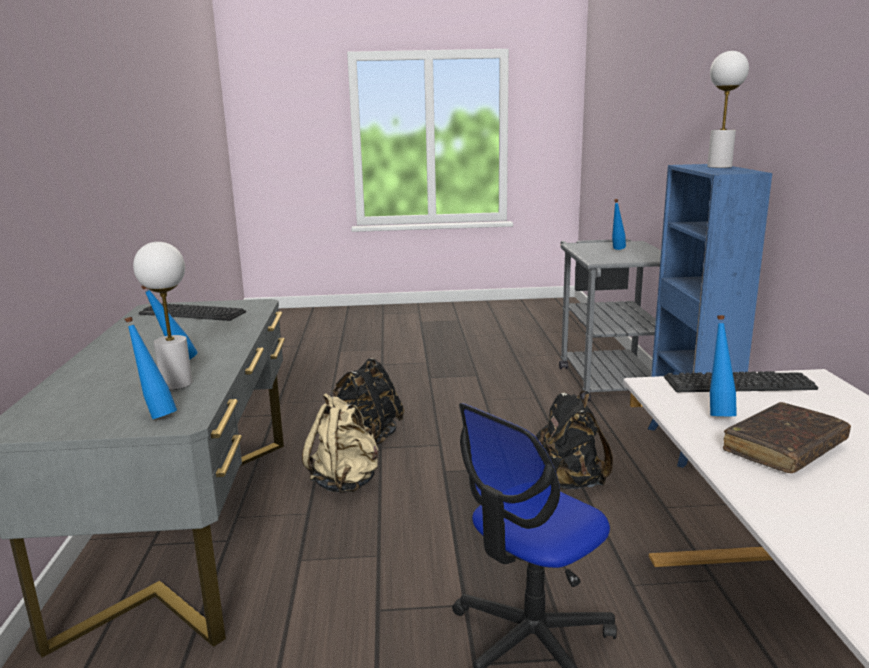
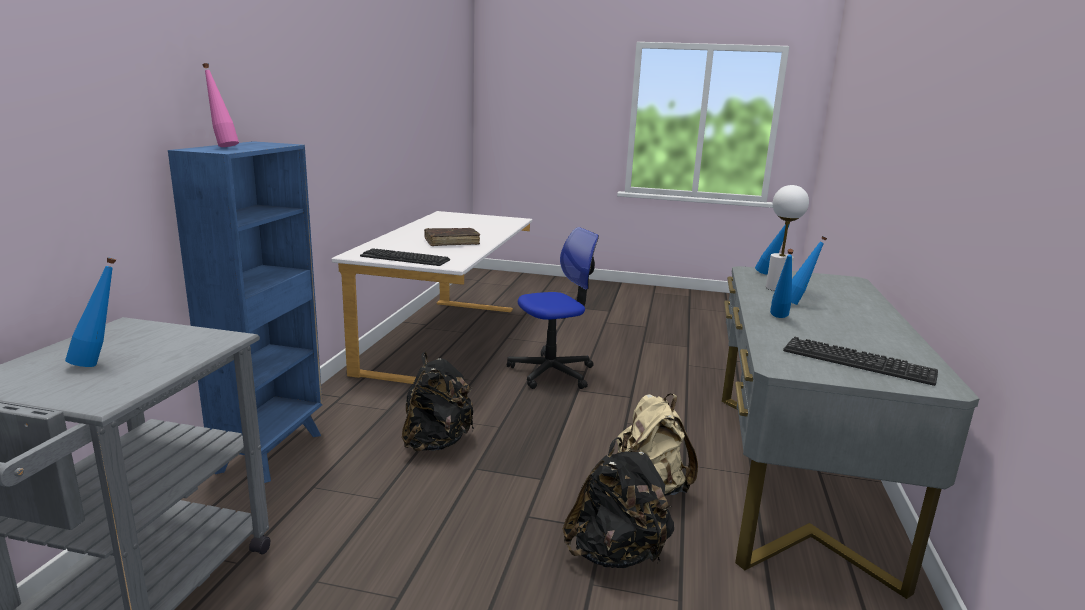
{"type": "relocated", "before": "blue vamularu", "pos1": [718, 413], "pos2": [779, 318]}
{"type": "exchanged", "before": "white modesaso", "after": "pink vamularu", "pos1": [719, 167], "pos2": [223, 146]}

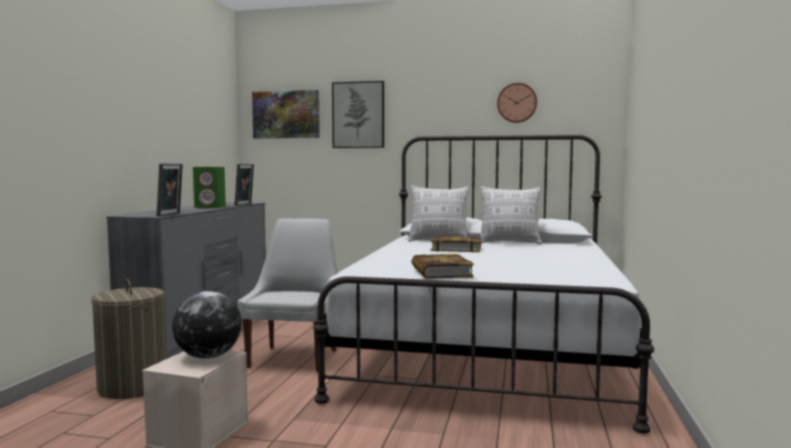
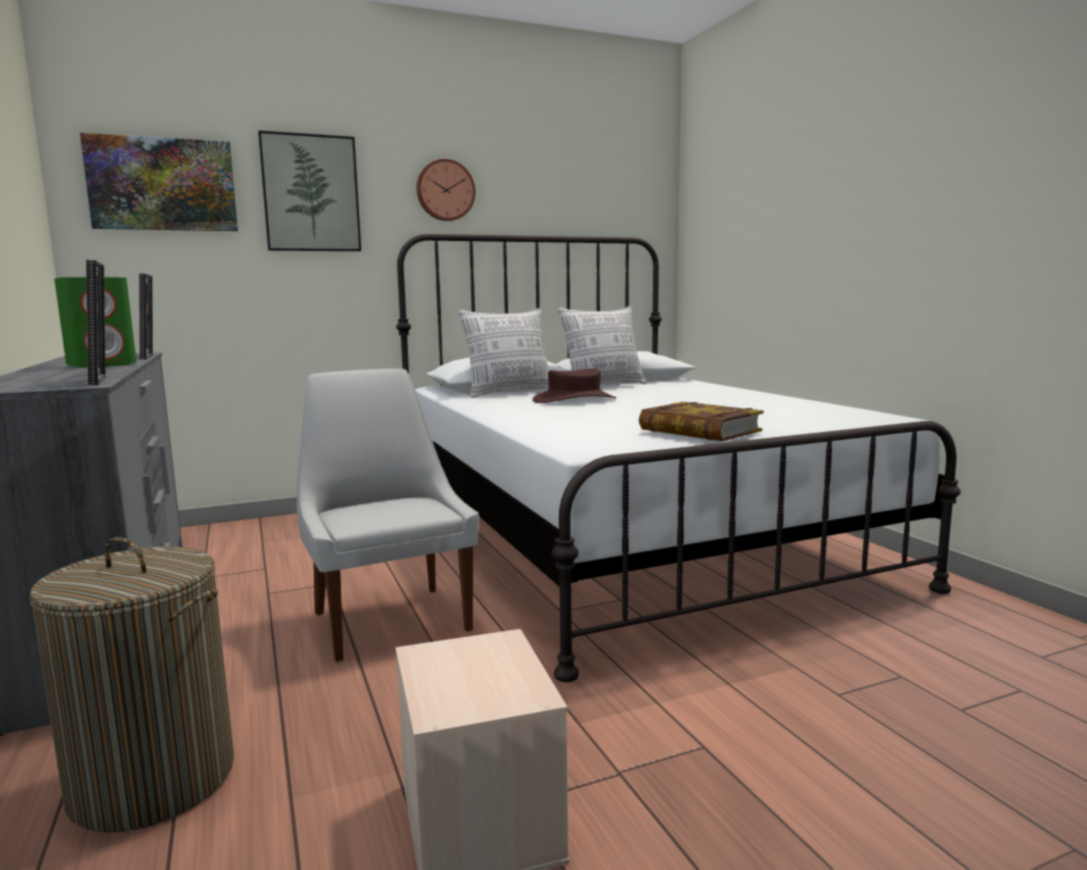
{"type": "missing", "before": "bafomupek", "pos1": [209, 356]}
{"type": "relocated", "before": "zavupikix", "pos1": [517, 103], "pos2": [445, 190]}
{"type": "exchanged", "before": "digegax", "after": "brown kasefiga", "pos1": [456, 249], "pos2": [574, 400]}

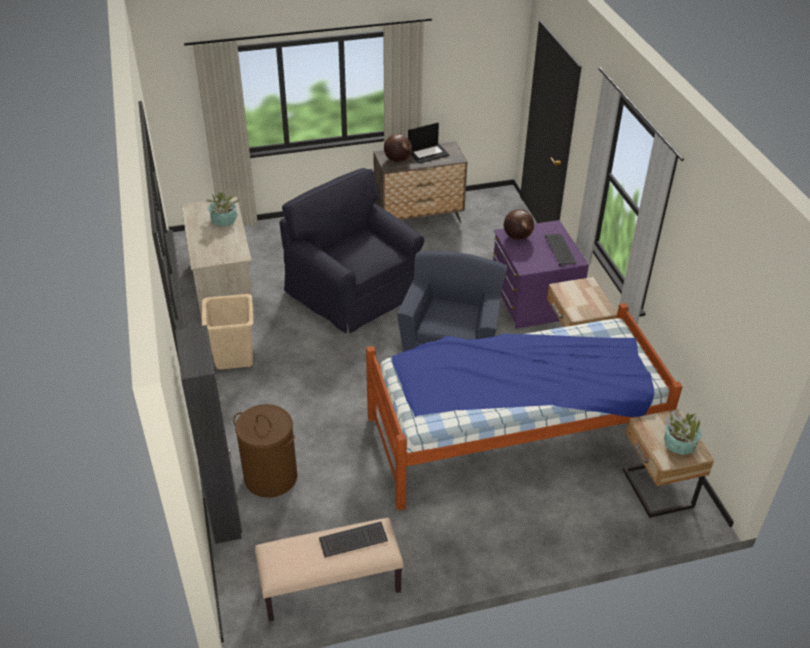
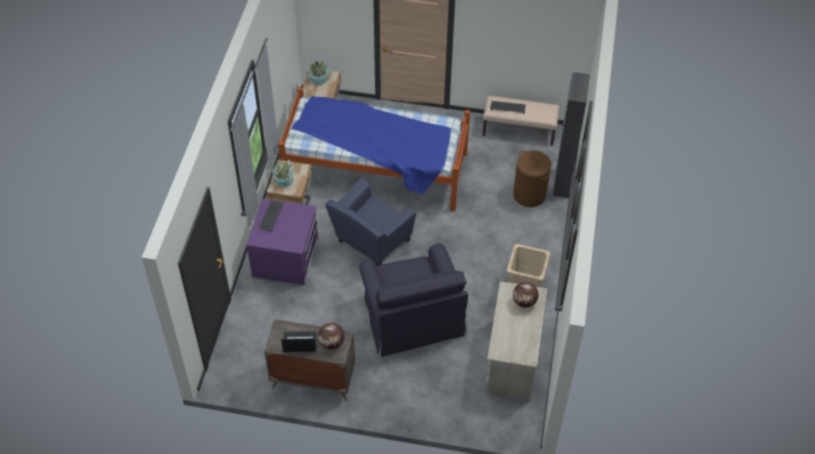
{"type": "relocated", "before": "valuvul", "pos1": [224, 220], "pos2": [284, 180]}
{"type": "relocated", "before": "bafomupek", "pos1": [517, 237], "pos2": [524, 302]}

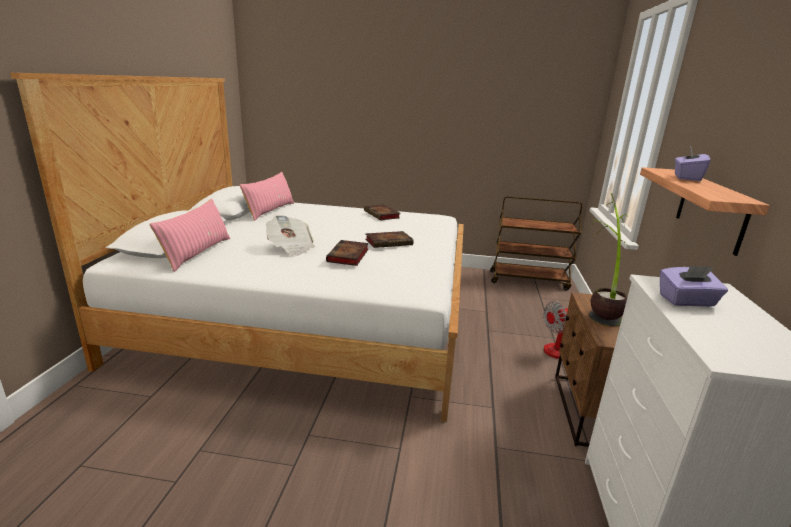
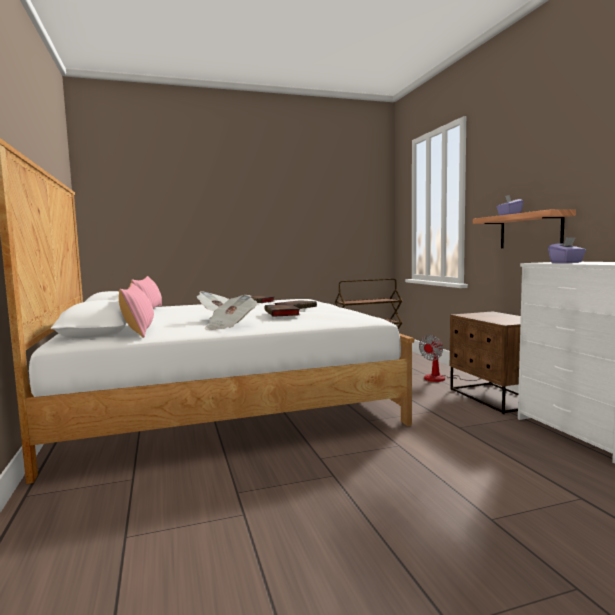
{"type": "missing", "before": "valuvul", "pos1": [601, 309]}
{"type": "appeared", "after": "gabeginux", "pos2": [230, 326]}

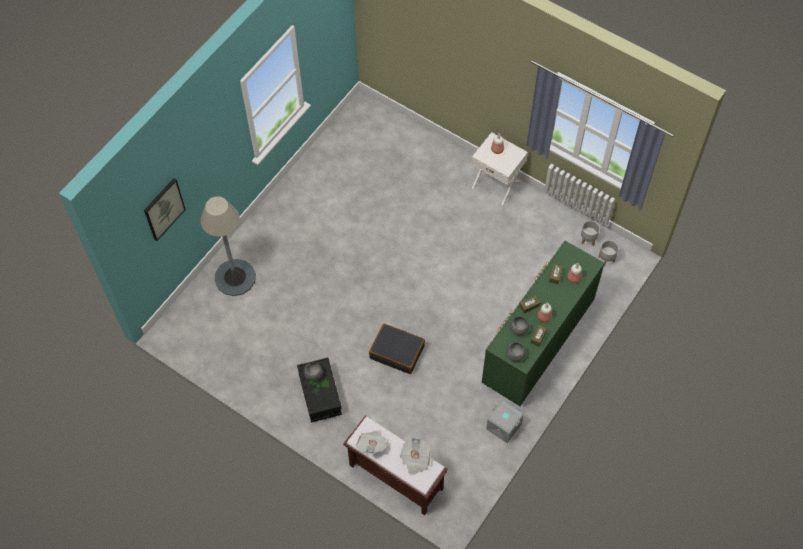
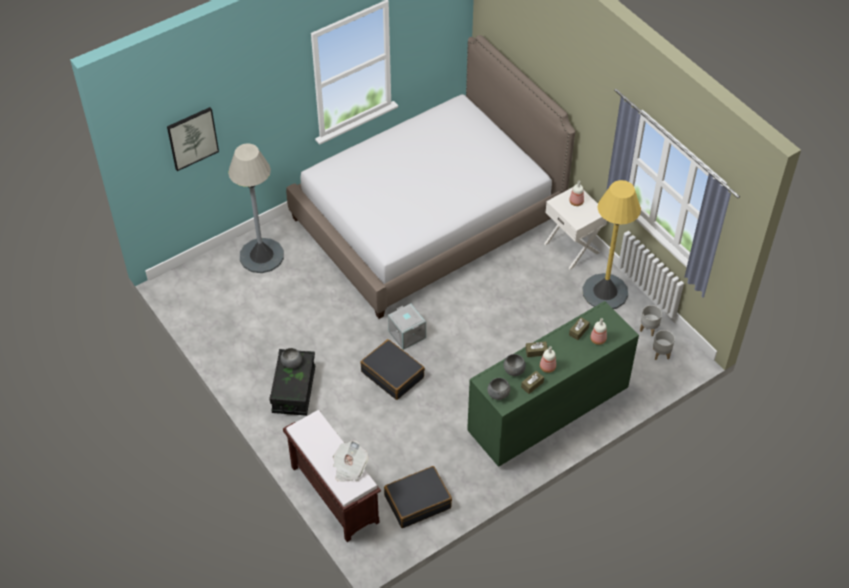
{"type": "missing", "before": "gabeginux", "pos1": [372, 444]}
{"type": "appeared", "after": "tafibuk", "pos2": [428, 219]}
{"type": "appeared", "after": "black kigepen", "pos2": [417, 501]}
{"type": "appeared", "after": "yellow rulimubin", "pos2": [605, 292]}
{"type": "relocated", "before": "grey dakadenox", "pos1": [503, 426], "pos2": [406, 334]}

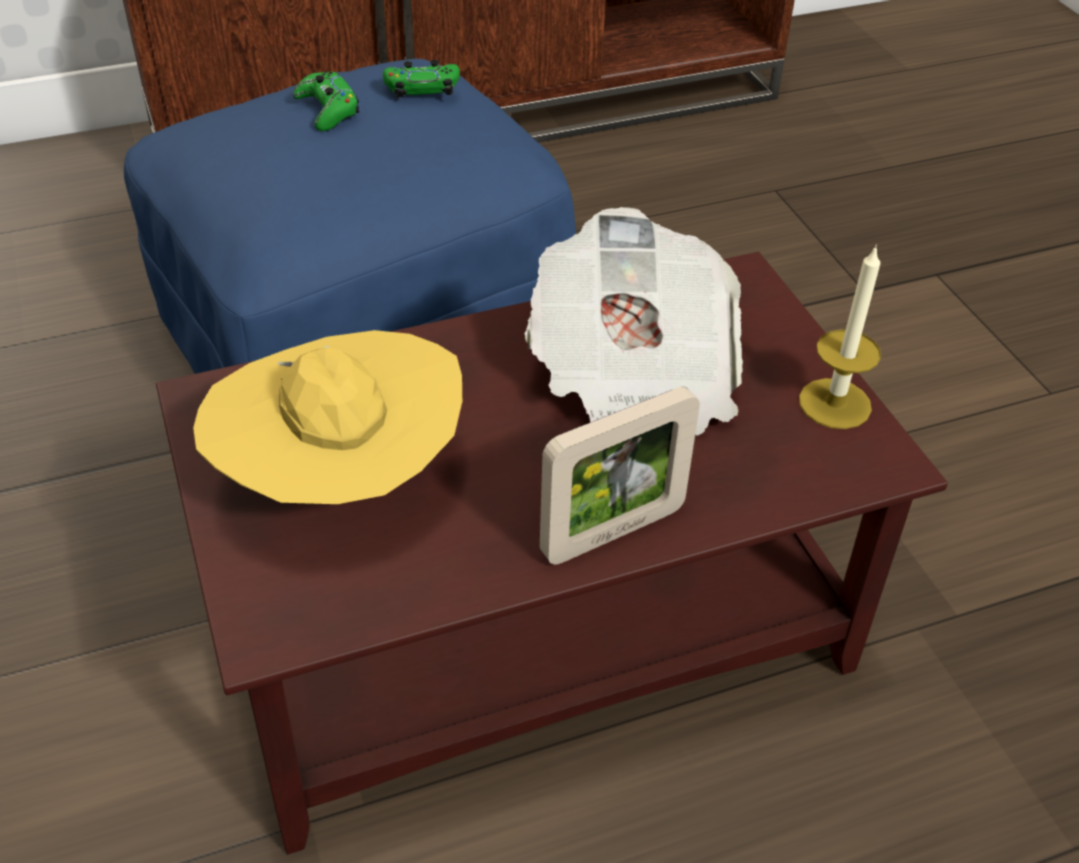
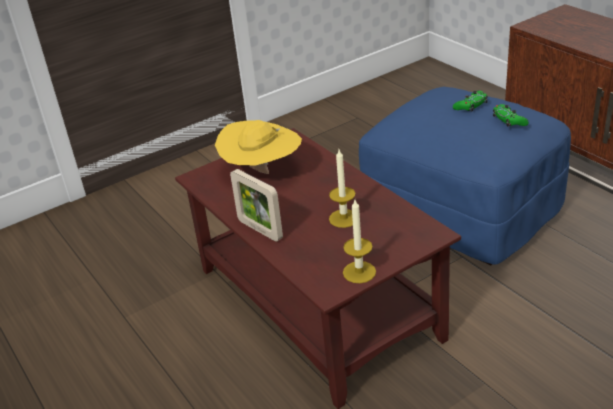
{"type": "exchanged", "before": "gabeginux", "after": "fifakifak", "pos1": [632, 383], "pos2": [344, 218]}

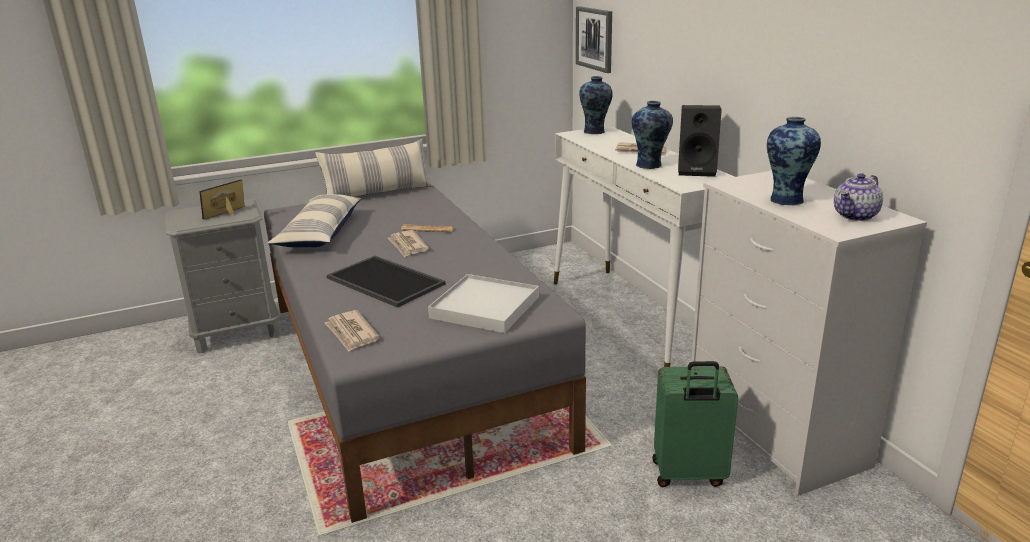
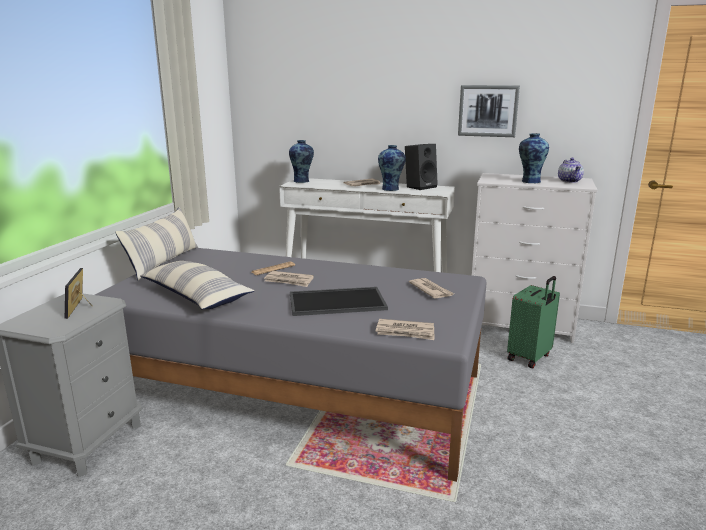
{"type": "relocated", "before": "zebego", "pos1": [595, 38], "pos2": [488, 111]}
{"type": "exchanged", "before": "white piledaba", "after": "gabeginux", "pos1": [485, 307], "pos2": [431, 290]}

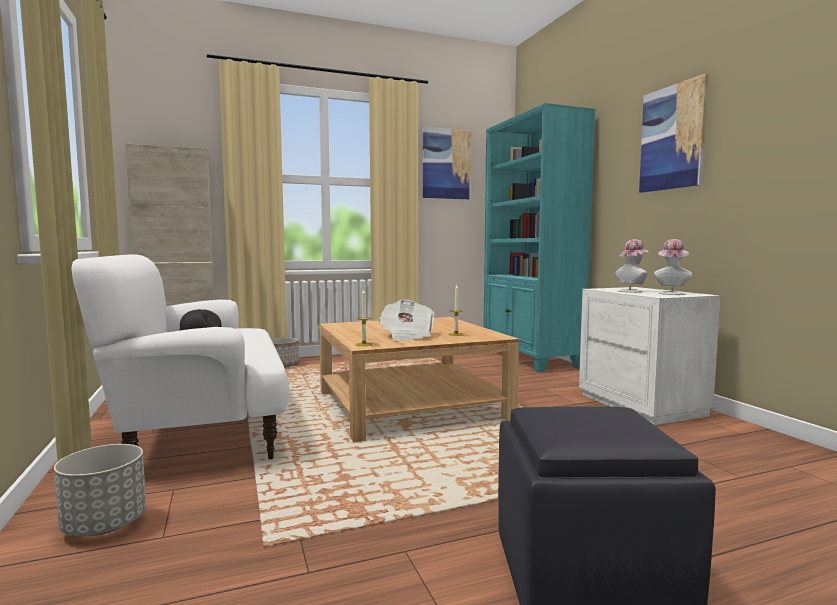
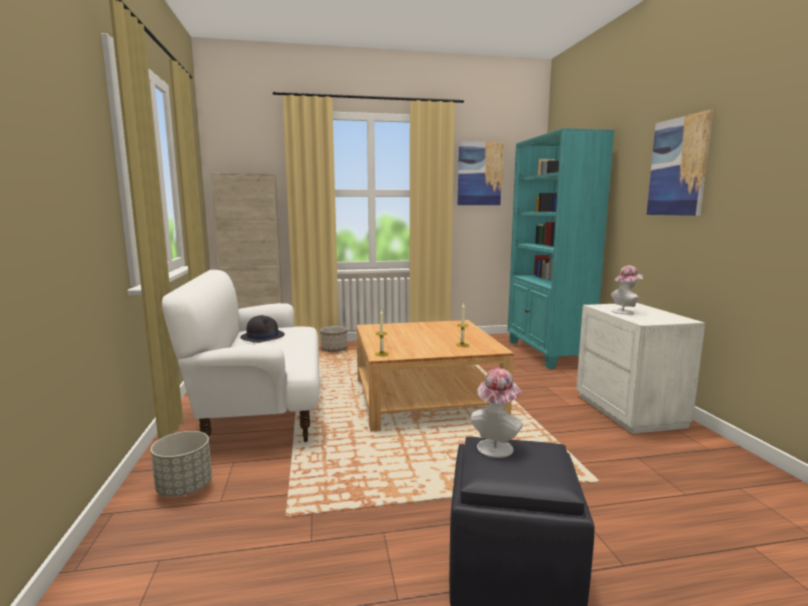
{"type": "missing", "before": "gabeginux", "pos1": [406, 336]}
{"type": "relocated", "before": "kasefiga", "pos1": [671, 293], "pos2": [496, 446]}

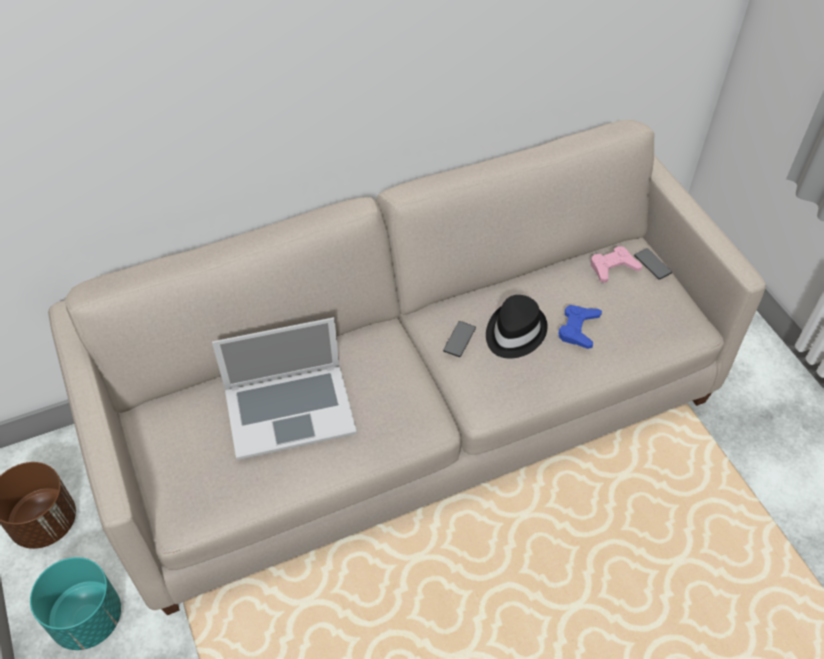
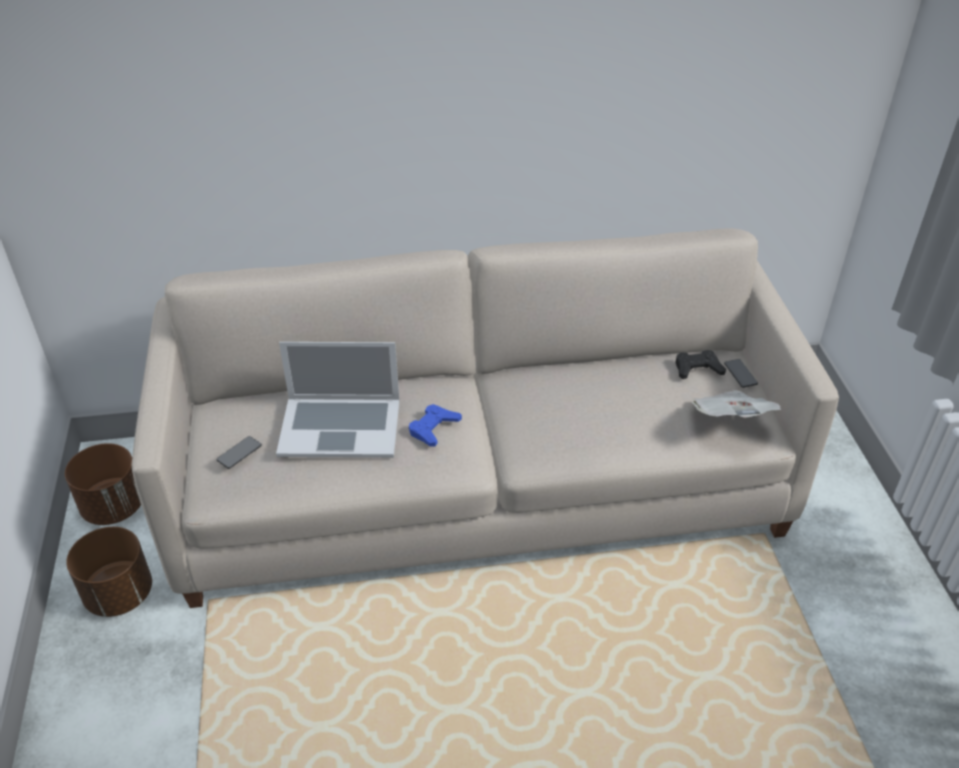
{"type": "missing", "before": "black kasefiga", "pos1": [514, 332]}
{"type": "appeared", "after": "gabeginux", "pos2": [731, 421]}
{"type": "relocated", "before": "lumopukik", "pos1": [459, 339], "pos2": [239, 453]}
{"type": "relocated", "before": "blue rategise", "pos1": [578, 329], "pos2": [433, 428]}
{"type": "colour", "before": "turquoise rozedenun", "after": "brown rozedenun", "pos1": [87, 619], "pos2": [119, 594]}
{"type": "colour", "before": "pink rategise", "after": "black rategise", "pos1": [613, 267], "pos2": [697, 368]}

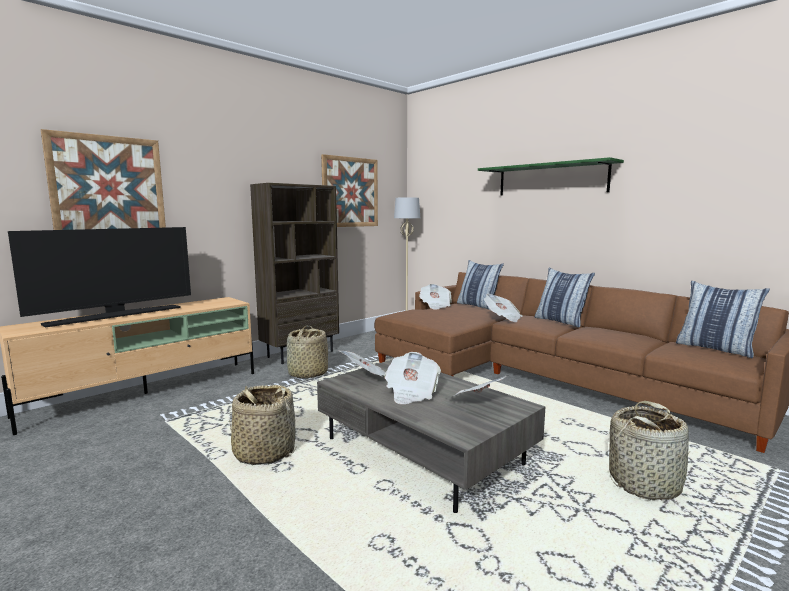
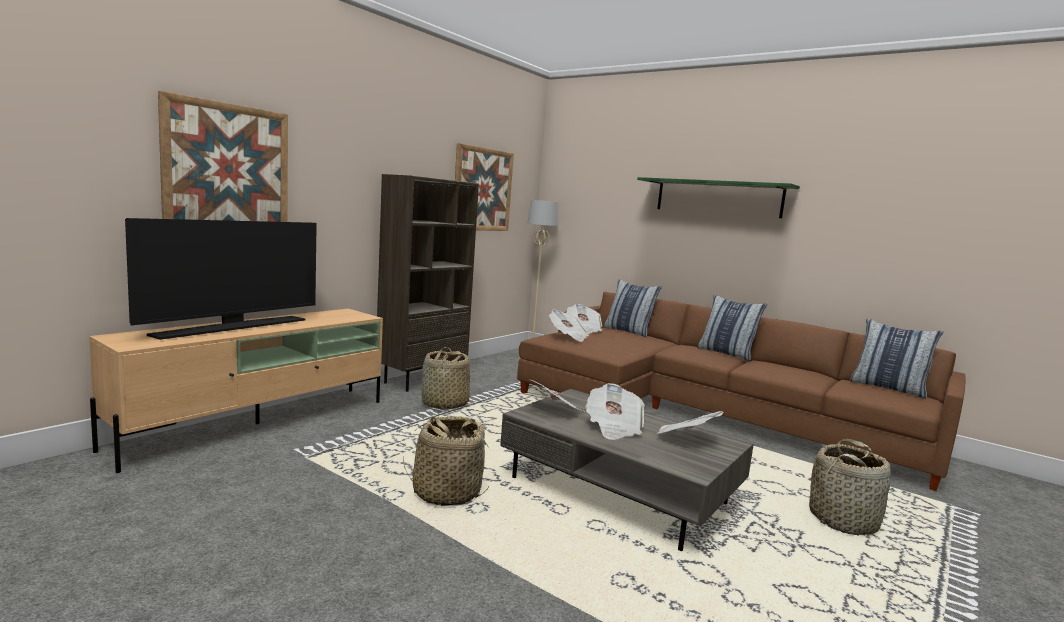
{"type": "relocated", "before": "gabeginux", "pos1": [502, 318], "pos2": [568, 337]}

